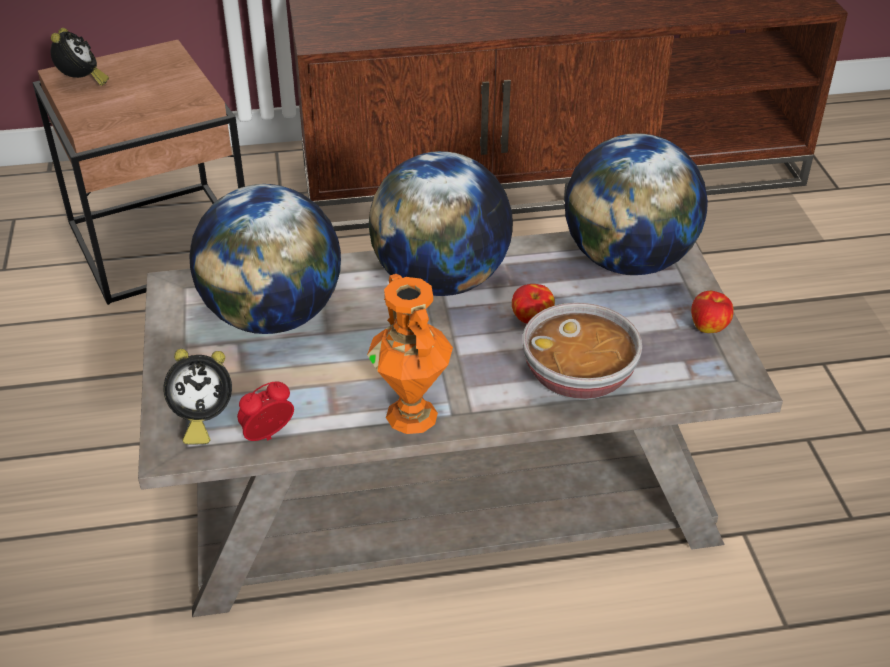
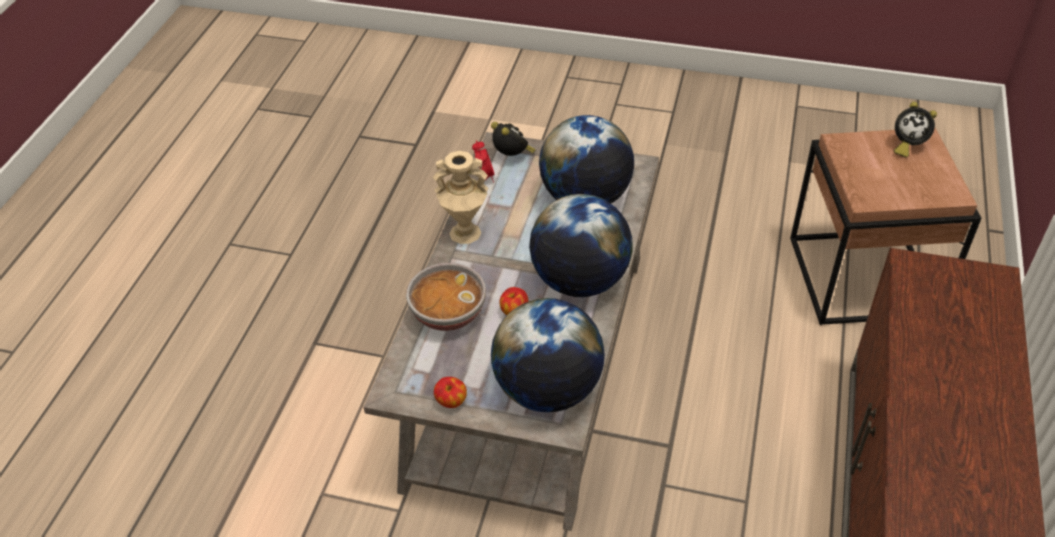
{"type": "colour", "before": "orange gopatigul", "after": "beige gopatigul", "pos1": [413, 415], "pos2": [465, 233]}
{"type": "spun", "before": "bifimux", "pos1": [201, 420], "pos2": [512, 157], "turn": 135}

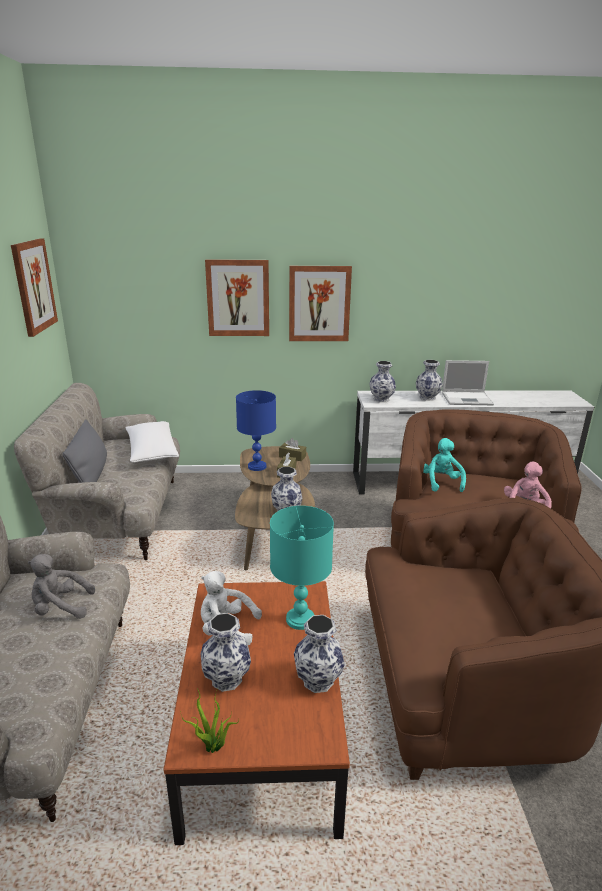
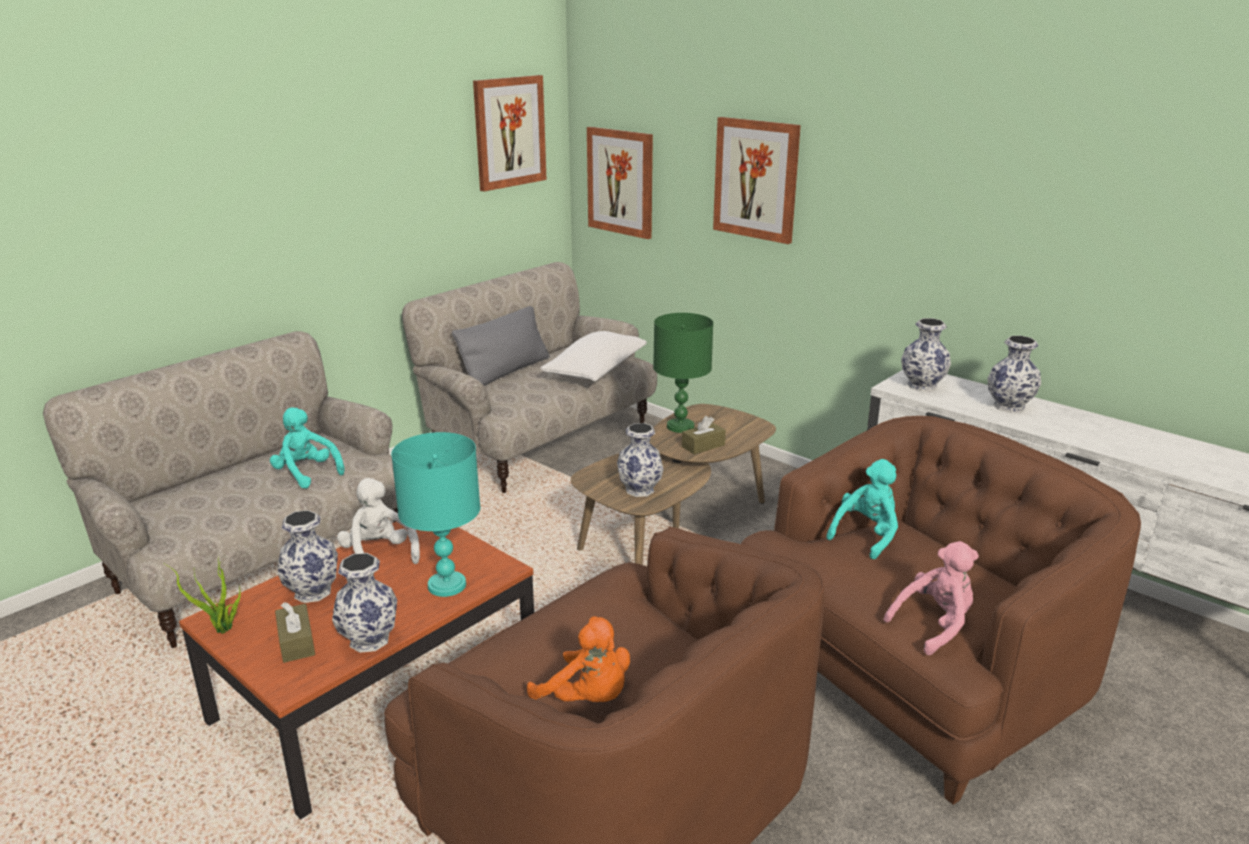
{"type": "missing", "before": "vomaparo", "pos1": [467, 399]}
{"type": "appeared", "after": "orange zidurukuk", "pos2": [587, 698]}
{"type": "relocated", "before": "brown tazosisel", "pos1": [292, 456], "pos2": [296, 642]}
{"type": "relocated", "before": "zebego", "pos1": [319, 303], "pos2": [620, 182]}
{"type": "colour", "before": "grey zidurukuk", "after": "turquoise zidurukuk", "pos1": [60, 607], "pos2": [306, 473]}
{"type": "colour", "before": "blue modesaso", "after": "green modesaso", "pos1": [257, 466], "pos2": [681, 426]}

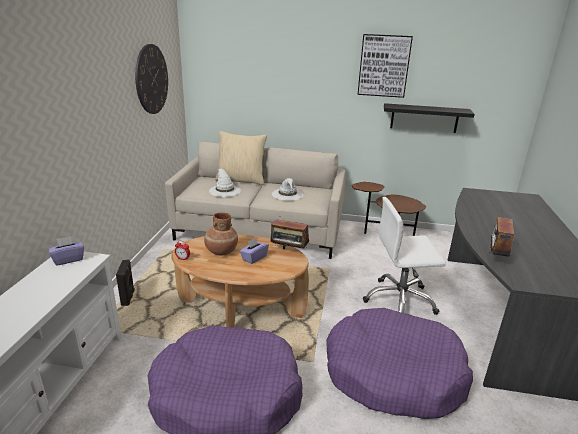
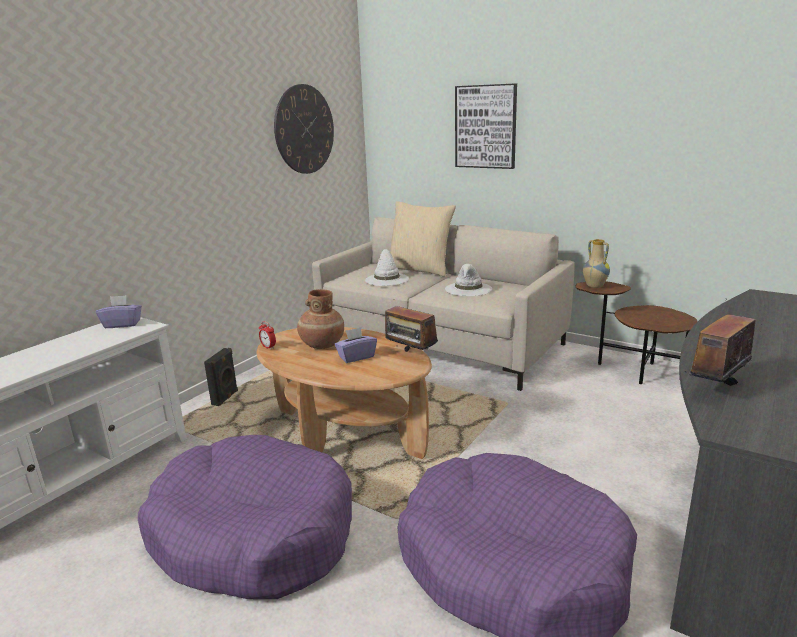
{"type": "missing", "before": "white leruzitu", "pos1": [399, 301]}
{"type": "missing", "before": "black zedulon", "pos1": [424, 118]}
{"type": "appeared", "after": "gopatigul", "pos2": [594, 286]}
{"type": "relocated", "before": "zebego", "pos1": [384, 66], "pos2": [485, 127]}

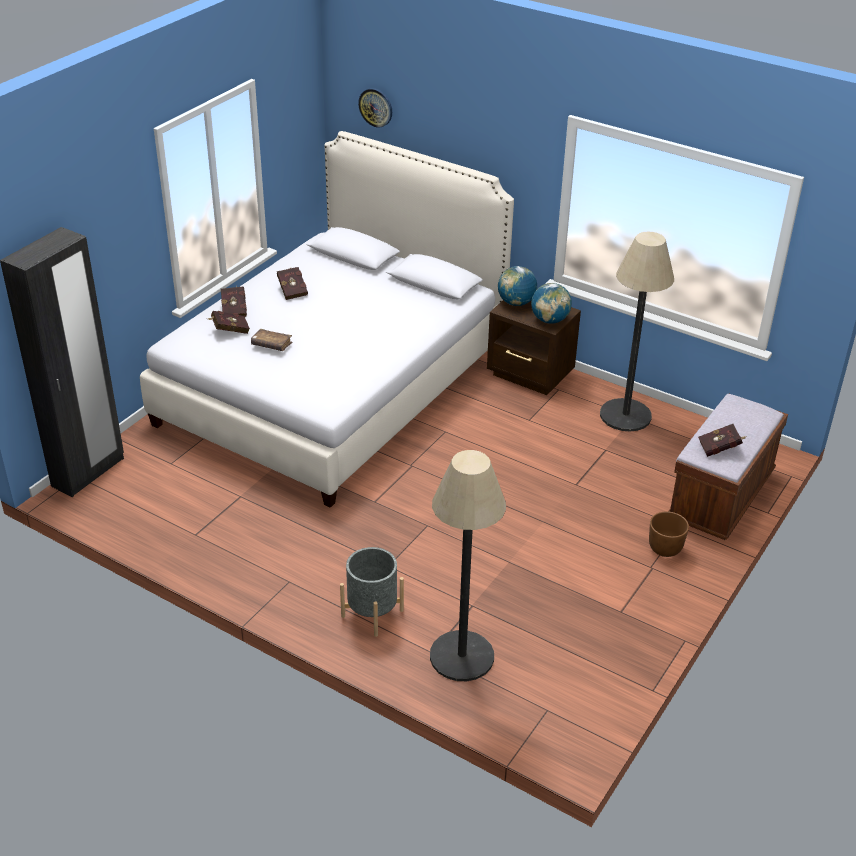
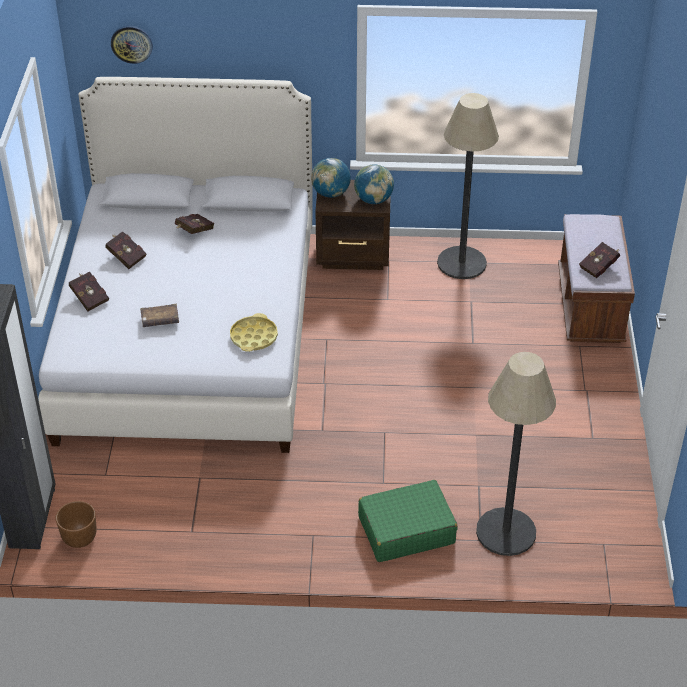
{"type": "appeared", "after": "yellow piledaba", "pos2": [253, 337]}
{"type": "relocated", "before": "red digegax", "pos1": [229, 330], "pos2": [193, 232]}
{"type": "relocated", "before": "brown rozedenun", "pos1": [665, 549], "pos2": [80, 539]}
{"type": "exchanged", "before": "grey rozedenun", "after": "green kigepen", "pos1": [372, 613], "pos2": [406, 530]}

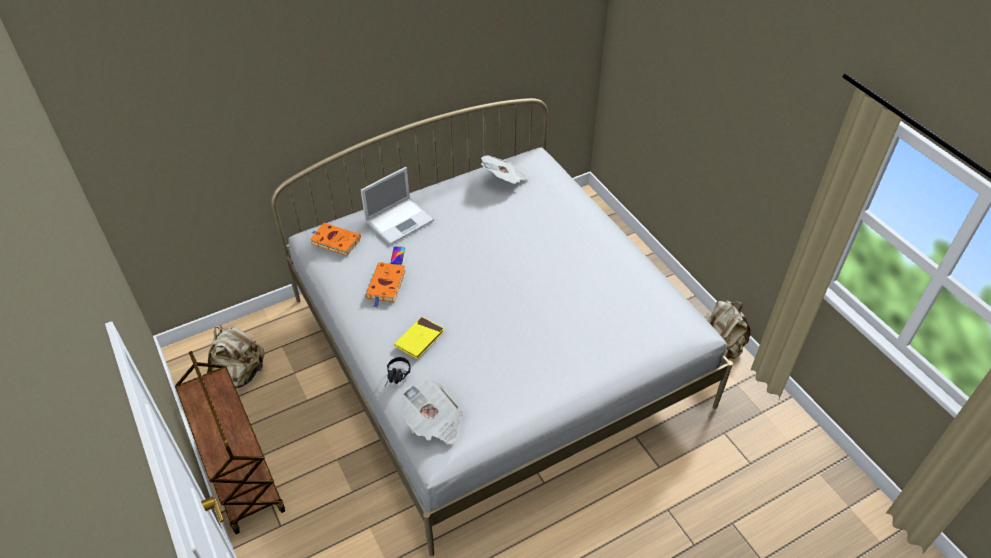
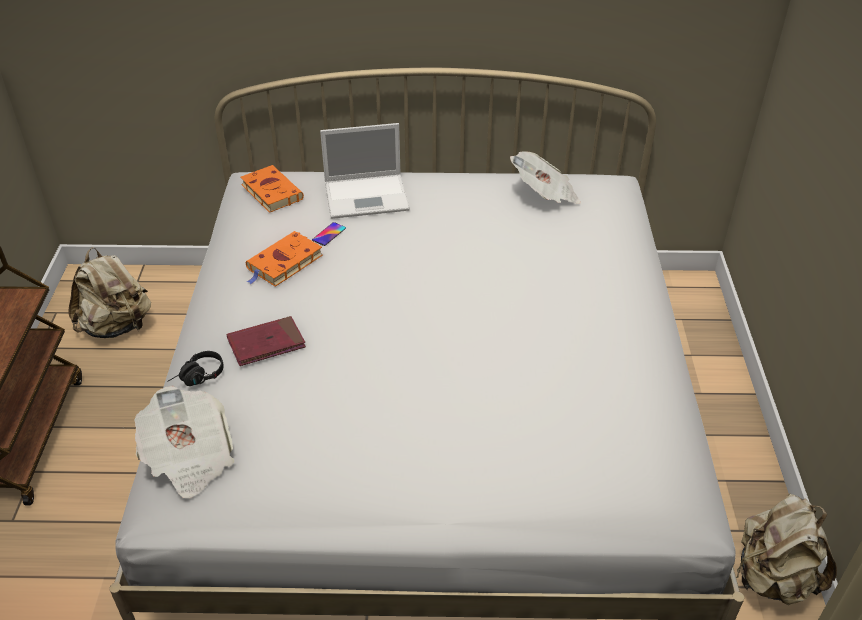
{"type": "colour", "before": "yellow digegax", "after": "red digegax", "pos1": [419, 339], "pos2": [266, 344]}

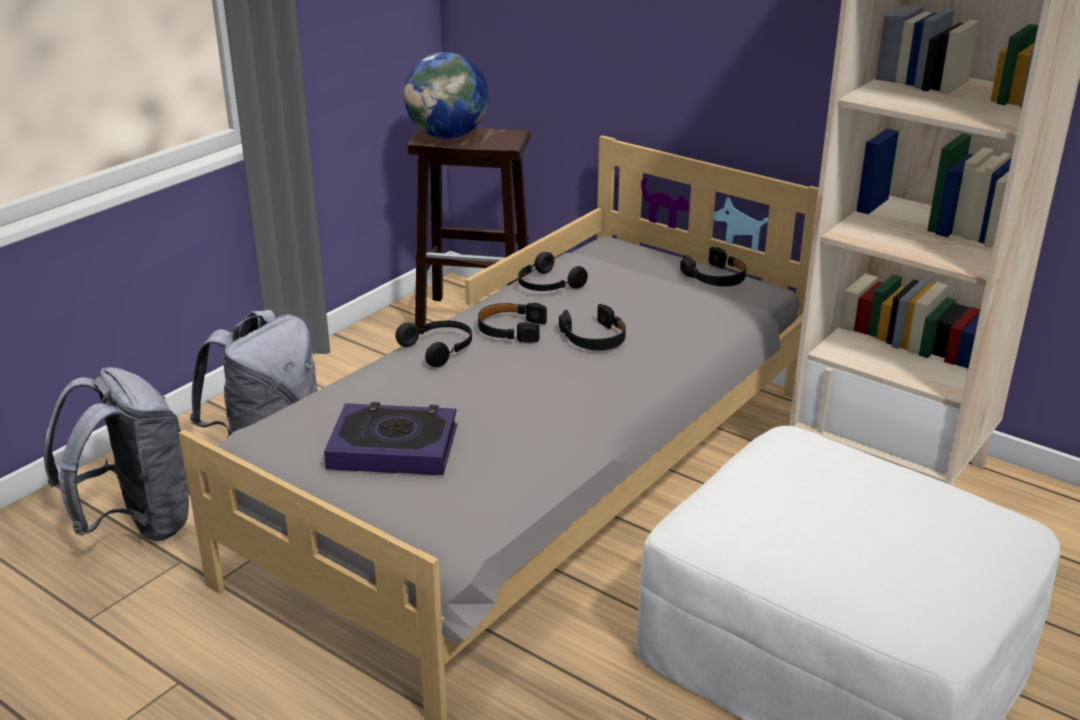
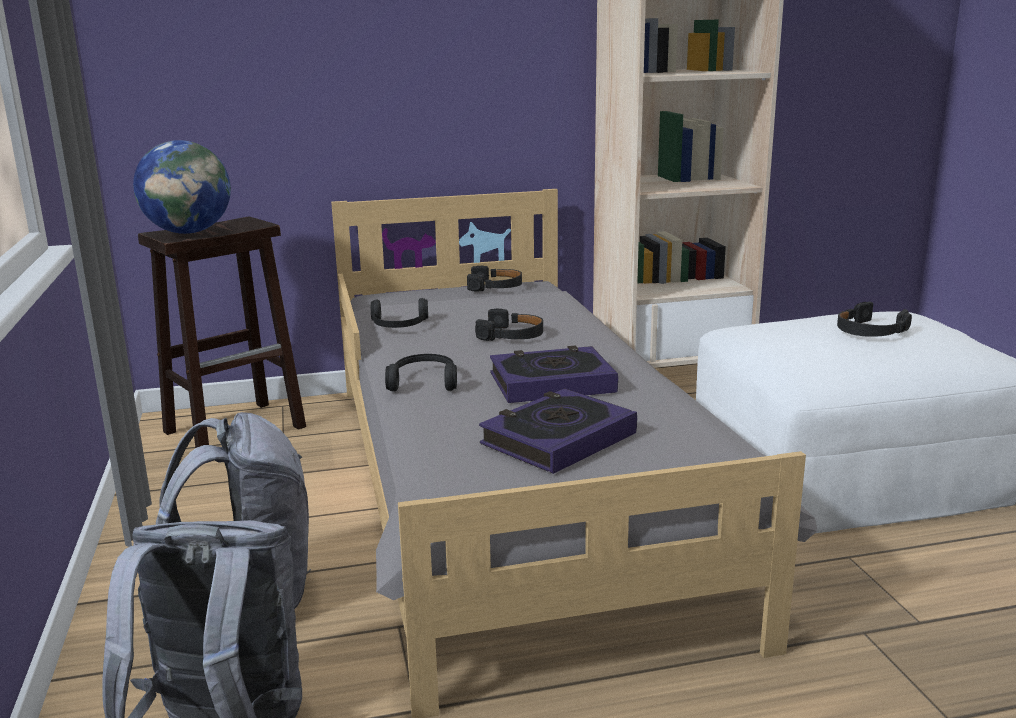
{"type": "appeared", "after": "digegax", "pos2": [552, 383]}
{"type": "relocated", "before": "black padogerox", "pos1": [511, 330], "pos2": [869, 331]}

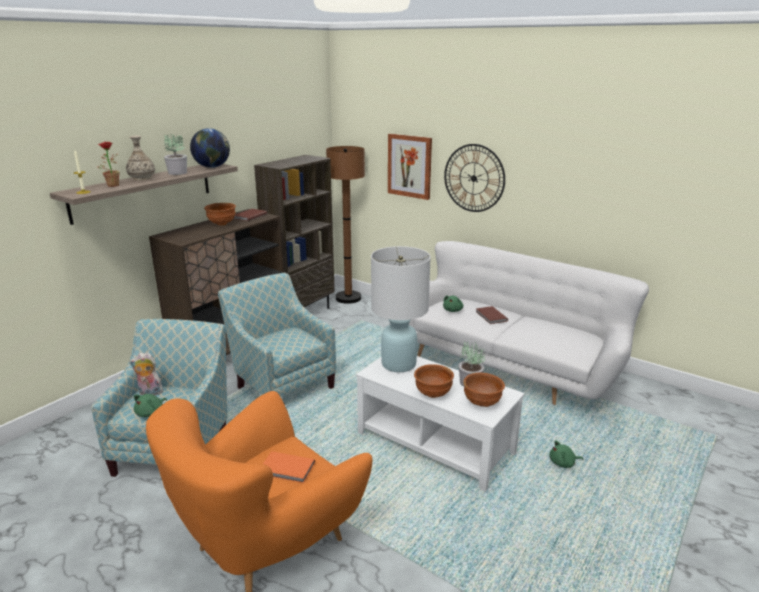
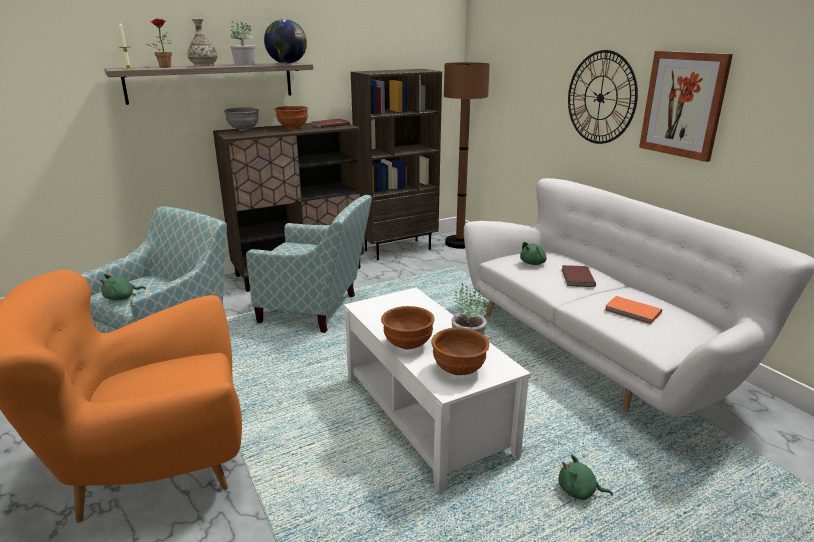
{"type": "missing", "before": "zidurukuk", "pos1": [149, 393]}
{"type": "missing", "before": "white modesaso", "pos1": [398, 364]}
{"type": "appeared", "after": "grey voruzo", "pos2": [244, 130]}
{"type": "relocated", "before": "orange digegax", "pos1": [287, 469], "pos2": [632, 312]}
{"type": "relocated", "before": "zebego", "pos1": [409, 166], "pos2": [683, 104]}
{"type": "spun", "before": "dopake", "pos1": [281, 383], "pos2": [317, 310], "turn": 120}

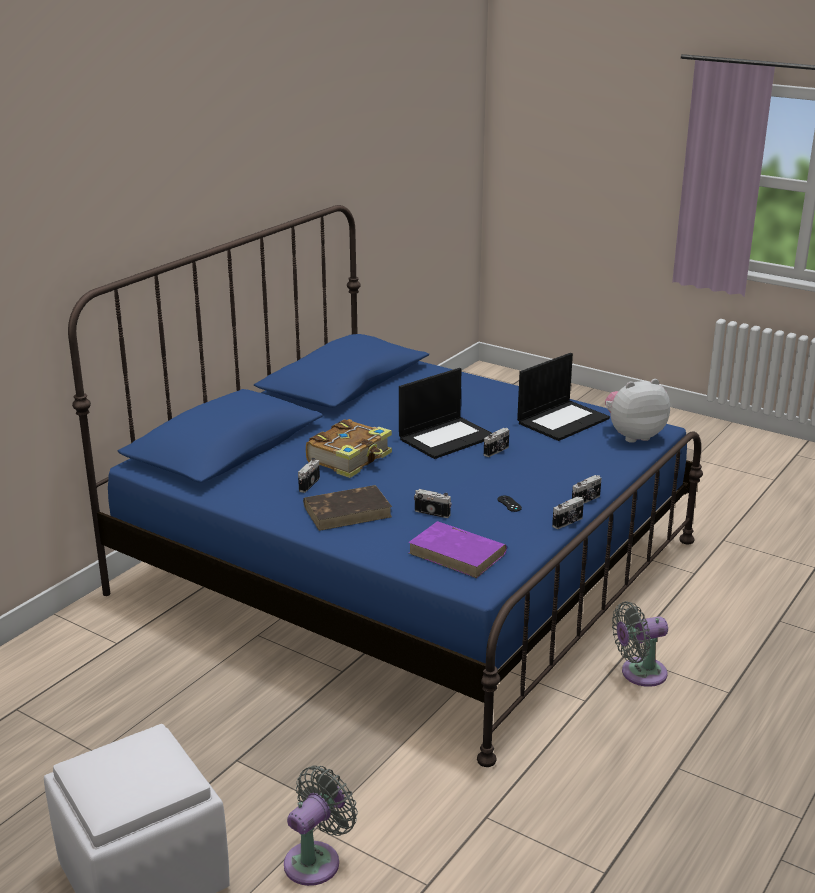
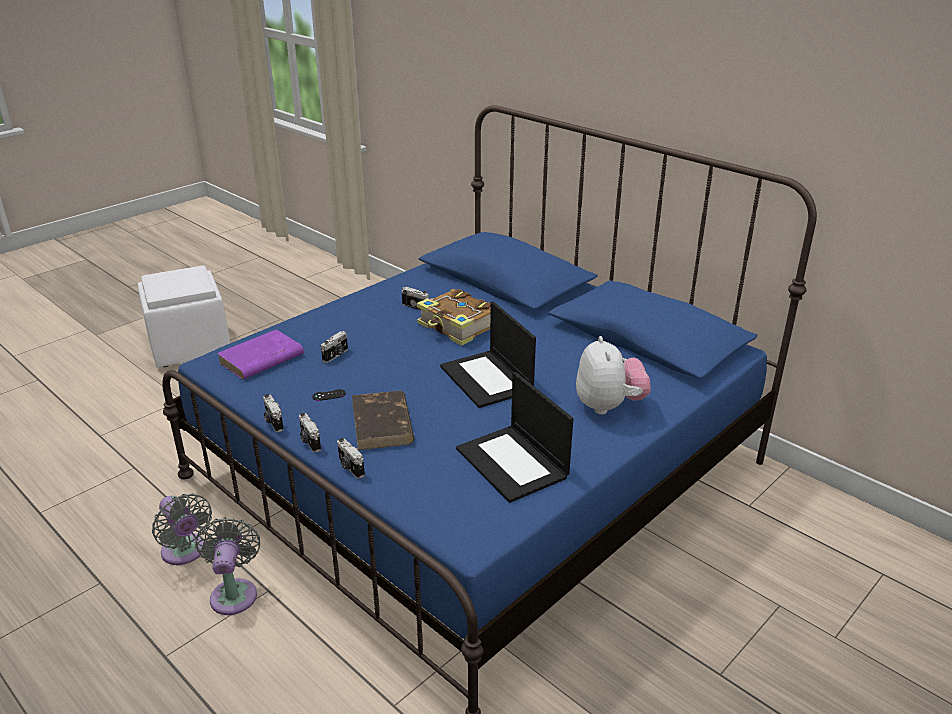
{"type": "relocated", "before": "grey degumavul", "pos1": [316, 860], "pos2": [185, 552]}
{"type": "relocated", "before": "brown digegax", "pos1": [348, 511], "pos2": [382, 424]}
{"type": "relocated", "before": "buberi", "pos1": [497, 451], "pos2": [350, 468]}
{"type": "relocated", "before": "zidurukuk", "pos1": [633, 435], "pos2": [609, 406]}

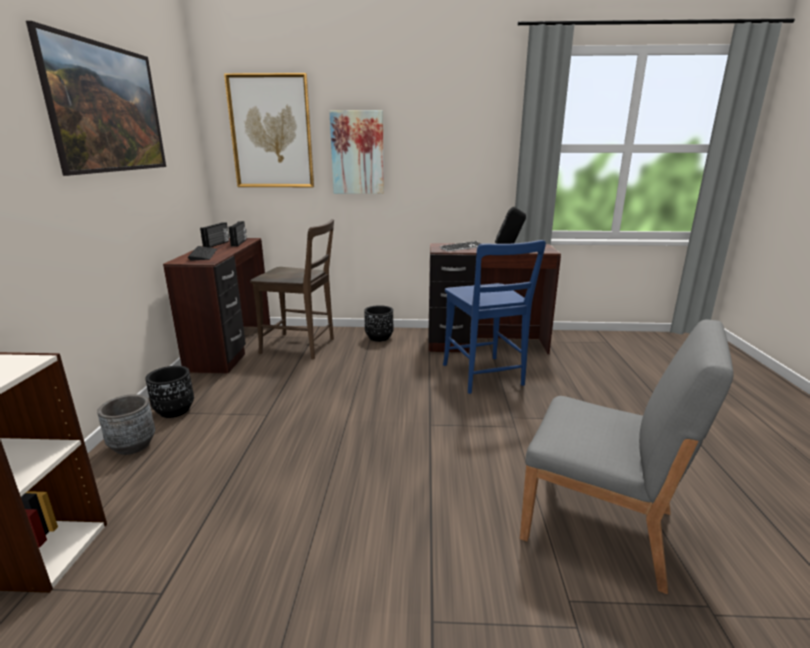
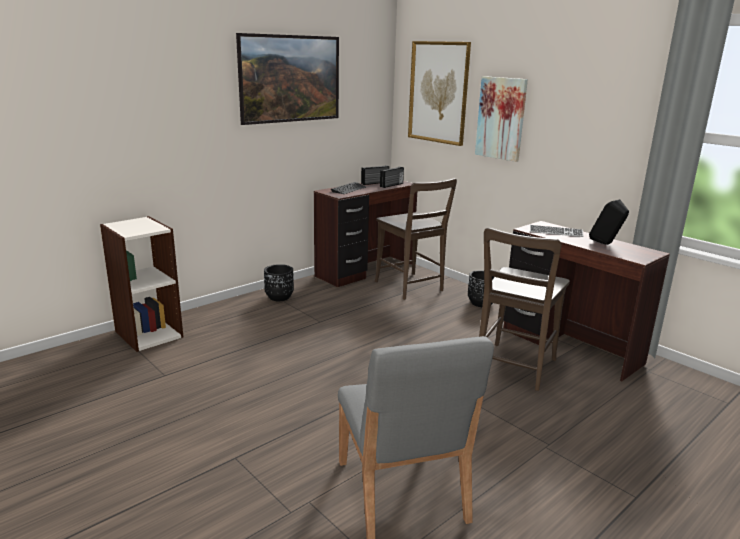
{"type": "missing", "before": "grey rozedenun", "pos1": [133, 445]}
{"type": "colour", "before": "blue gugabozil", "after": "brown gugabozil", "pos1": [484, 377], "pos2": [514, 368]}

